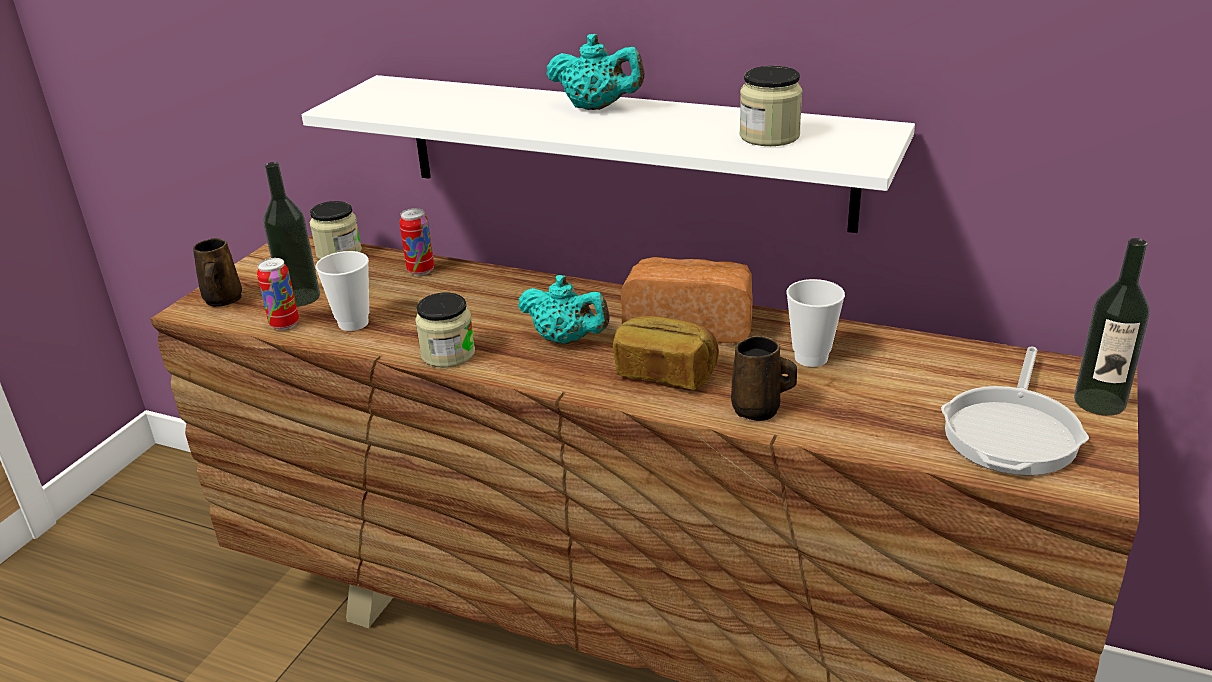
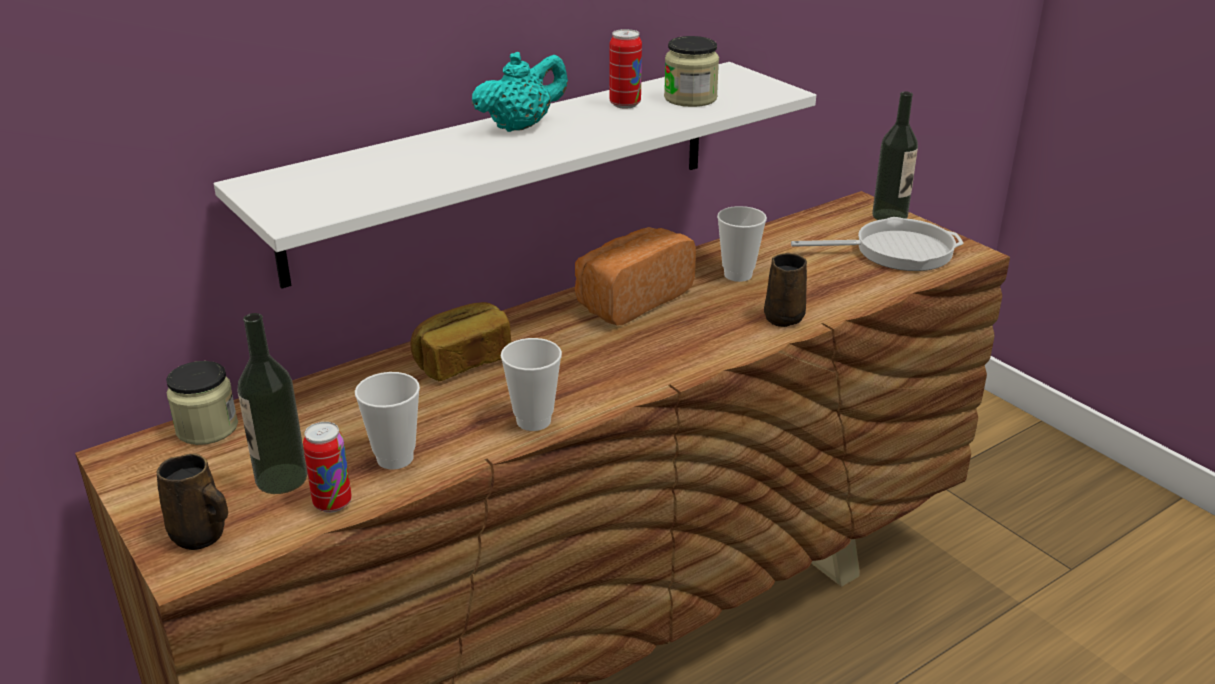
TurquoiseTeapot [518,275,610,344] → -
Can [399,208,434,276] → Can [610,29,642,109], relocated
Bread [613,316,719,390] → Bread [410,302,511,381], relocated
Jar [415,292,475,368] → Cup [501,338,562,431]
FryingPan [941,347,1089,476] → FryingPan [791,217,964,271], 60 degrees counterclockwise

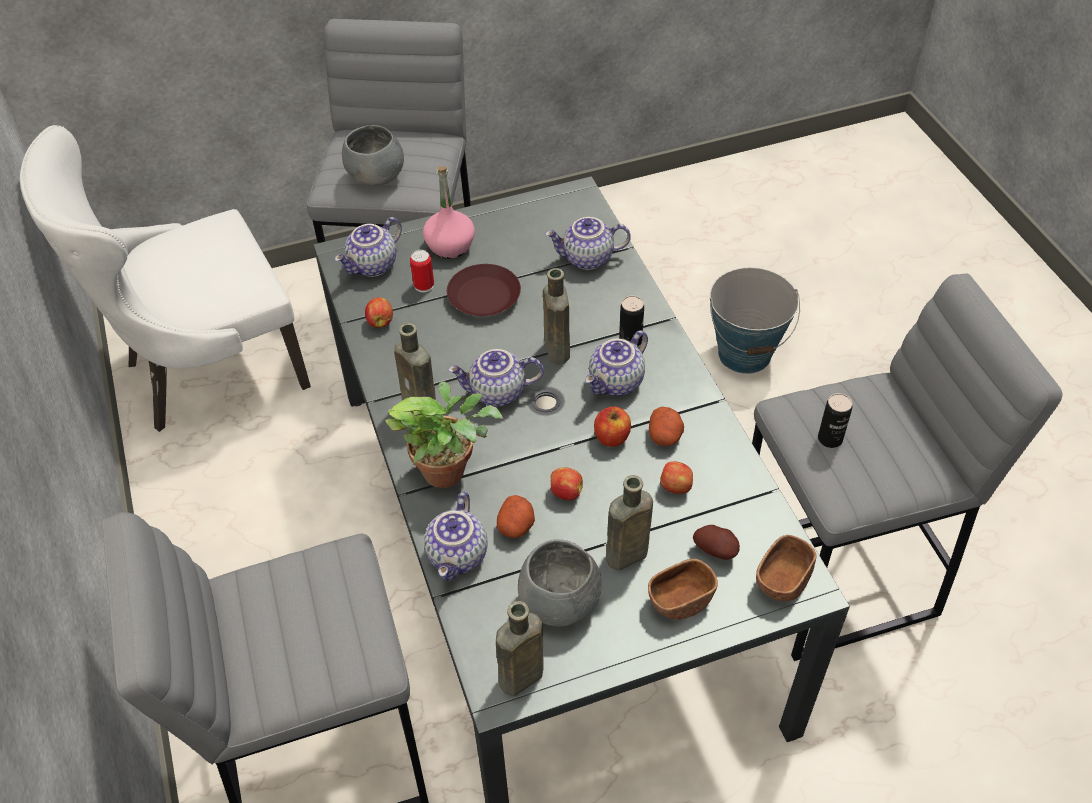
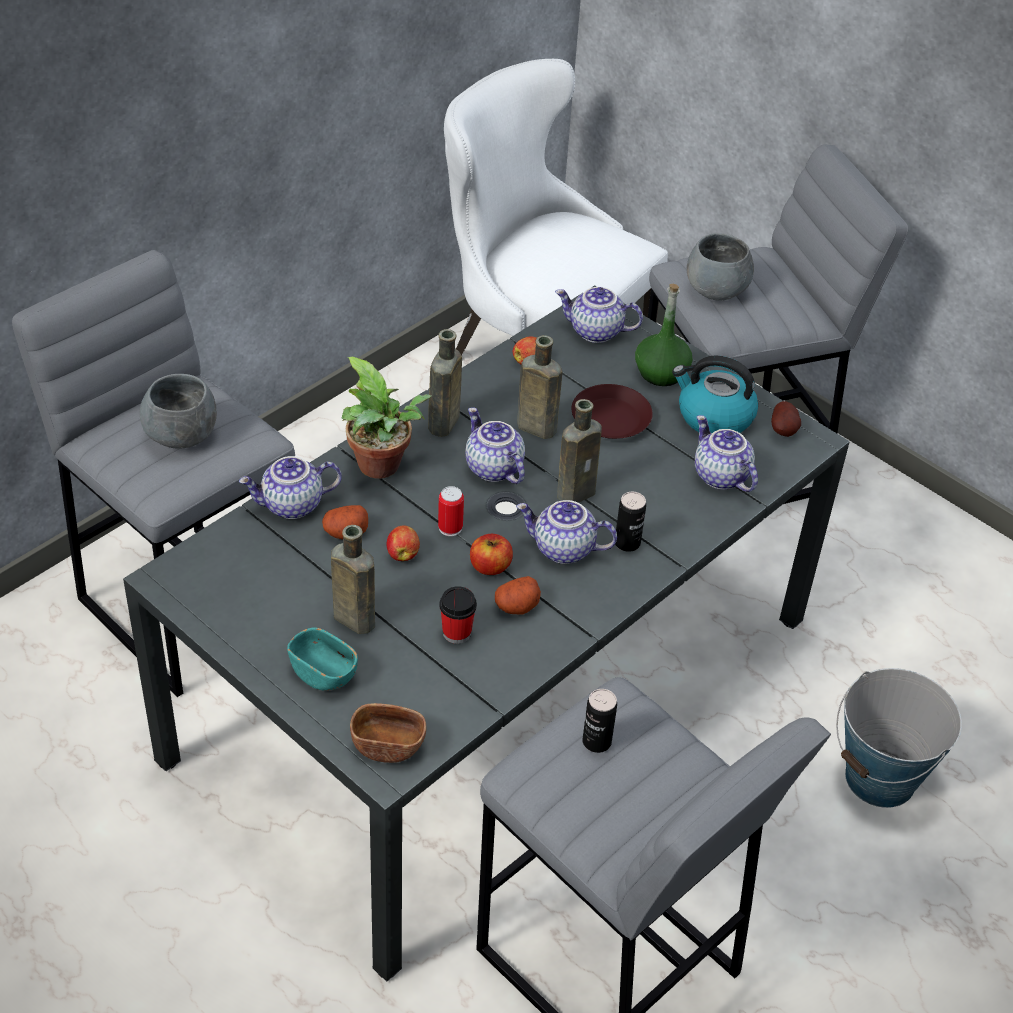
- → Kettle [672,355,758,433]
Can [410,250,434,292] → Can [438,486,464,536], relocated
BrownBottle [496,601,544,696] → BrownBottle [517,335,562,439], relocated
GreyBowl [518,539,602,626] → GreyBowl [140,374,217,448], relocated
Potato [693,525,740,560] → Potato [771,401,801,437], relocated
Apple [660,461,693,494] → Cup [439,586,477,644]
PinkBottle [423,166,475,259] → GreenBottle [635,284,692,386]
BrownBowl [648,559,718,620] → TurquoiseBowl [287,627,358,691]

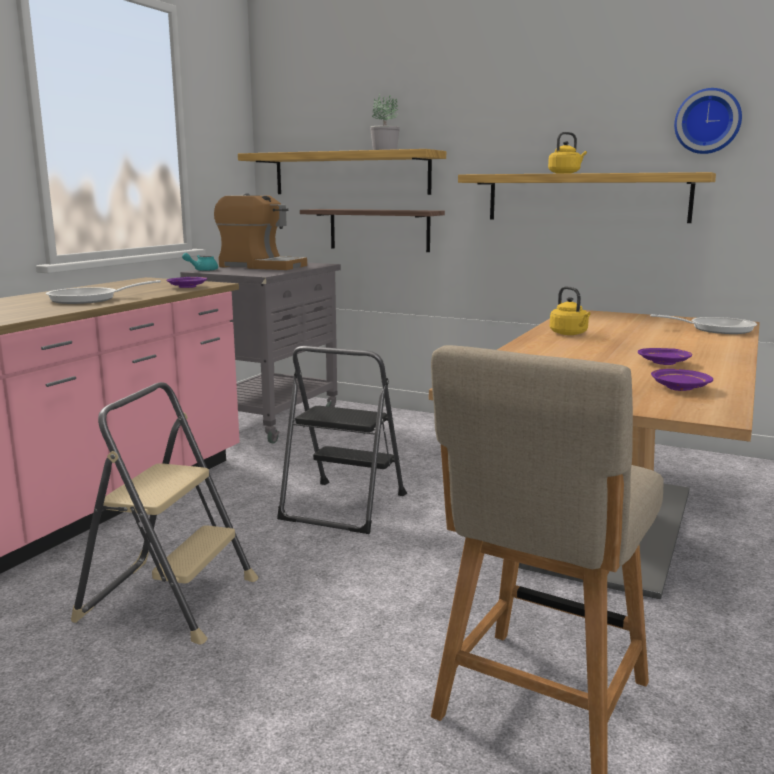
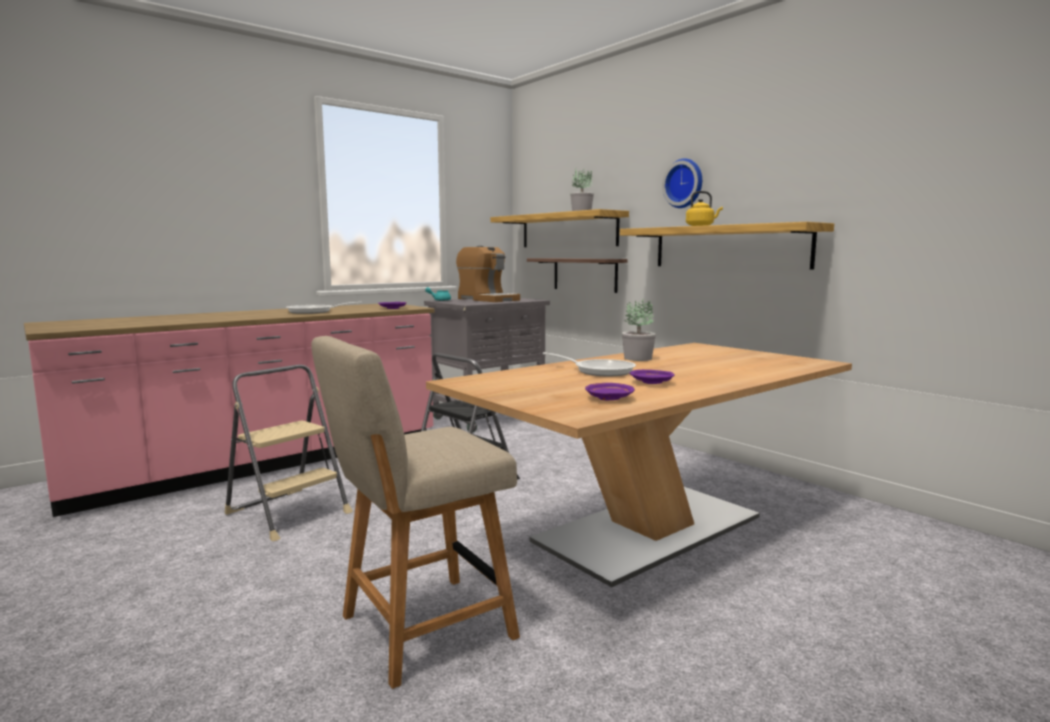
FryingPan [650,314,757,334] → FryingPan [542,352,636,376], relocated
WallClock [674,88,742,154] → WallClock [662,159,702,208], relocated
YellowKettle [550,286,590,335] → PottedPlant [622,299,656,361]

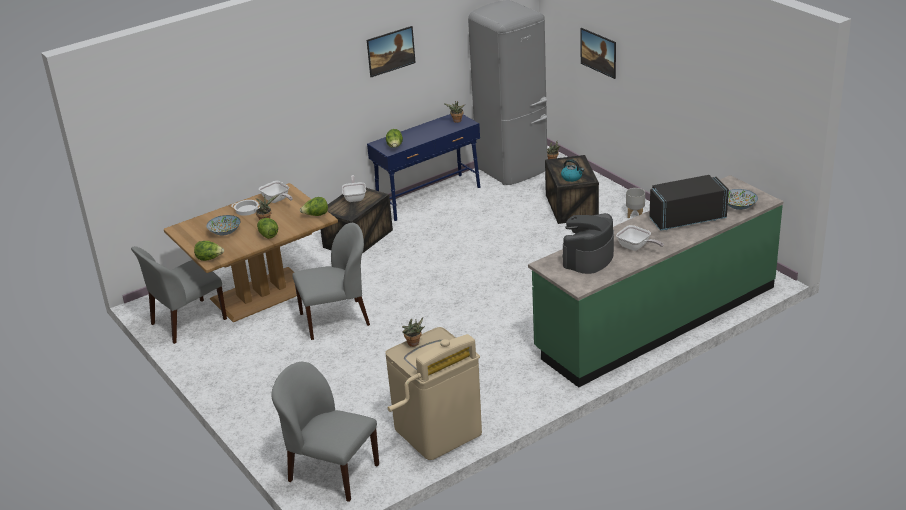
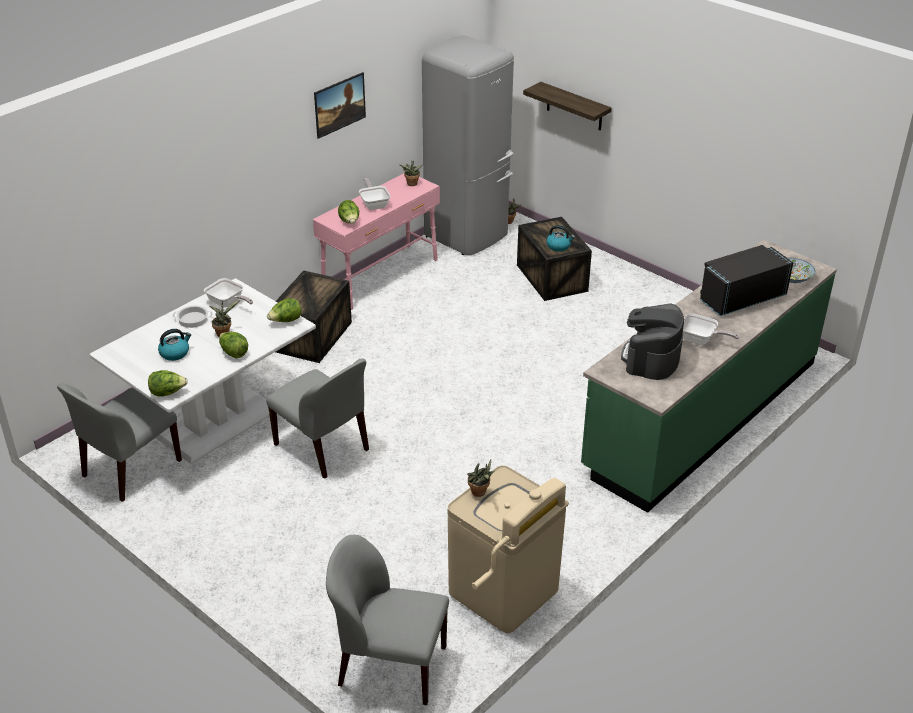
GreyPlanter [626,188,645,218] → -
FryingPan [342,175,366,202] → FryingPan [359,178,391,210], relocated
Bowl [207,215,241,235] → Kettle [158,329,191,361]
Picture [580,28,616,79] → Shelf [523,82,612,130]
BrownDiningTable [164,183,338,322] → WhiteDiningTable [90,278,316,464]
BlueConsoleTable [367,114,480,221] → PinkConsoleTable [313,173,440,310]
GreyChair [292,223,370,340] → GreyChair [266,358,369,479], 75 degrees clockwise

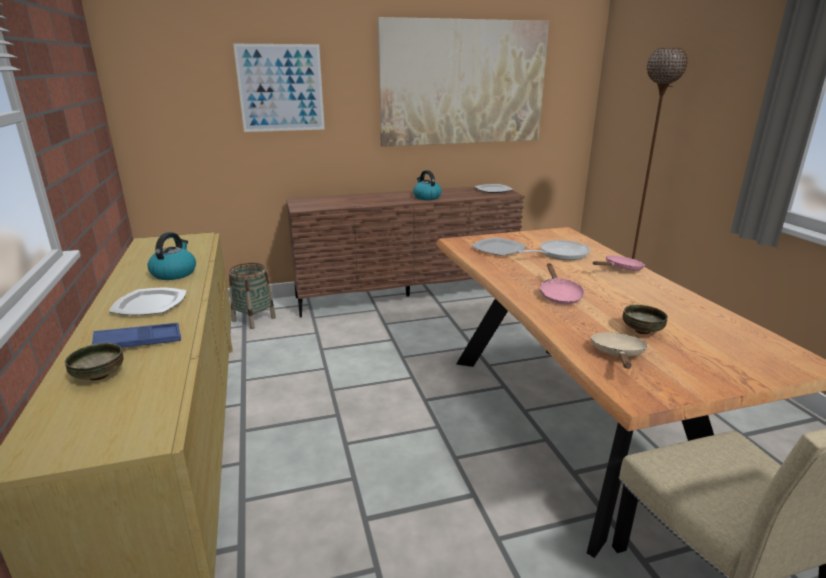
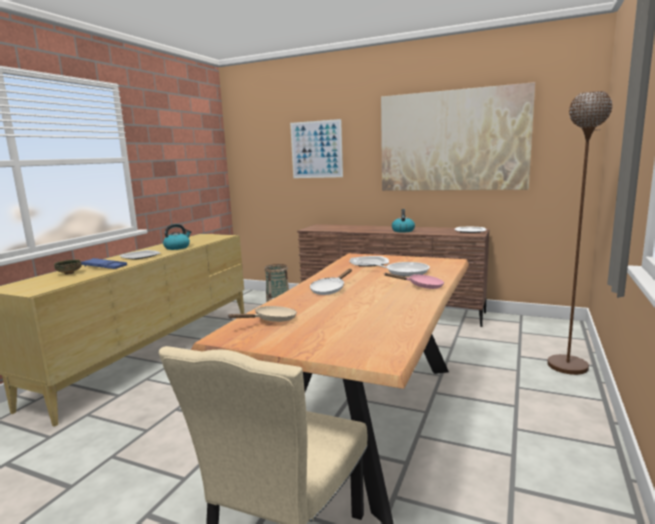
Bowl [622,305,668,334] → -
PinkFryingPan [540,263,584,305] → WhiteFryingPan [310,269,352,295]

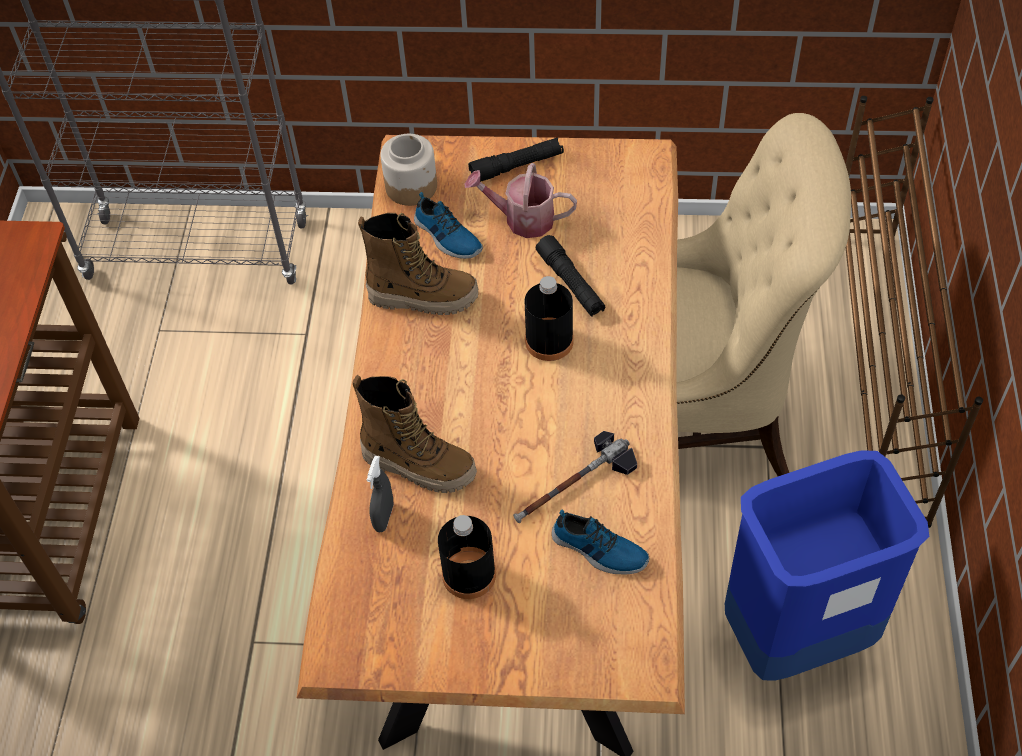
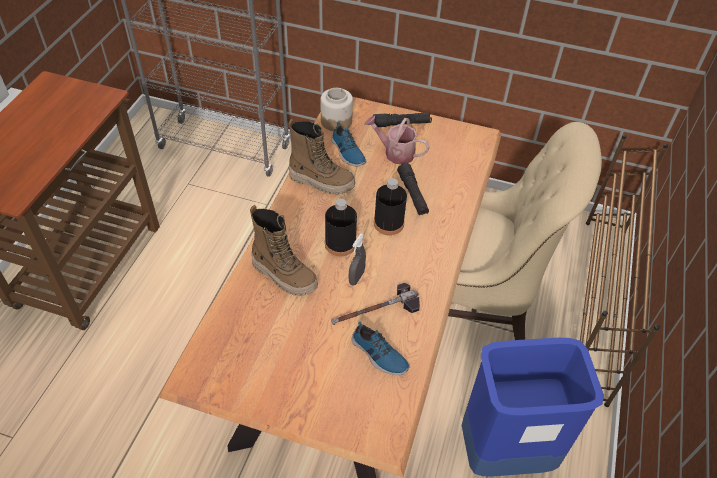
GreySprayBottle [367,456,393,533] → GreySprayBottle [349,234,366,286], relocated
BlackBottle [438,515,496,599] → BlackBottle [325,199,357,256], relocated

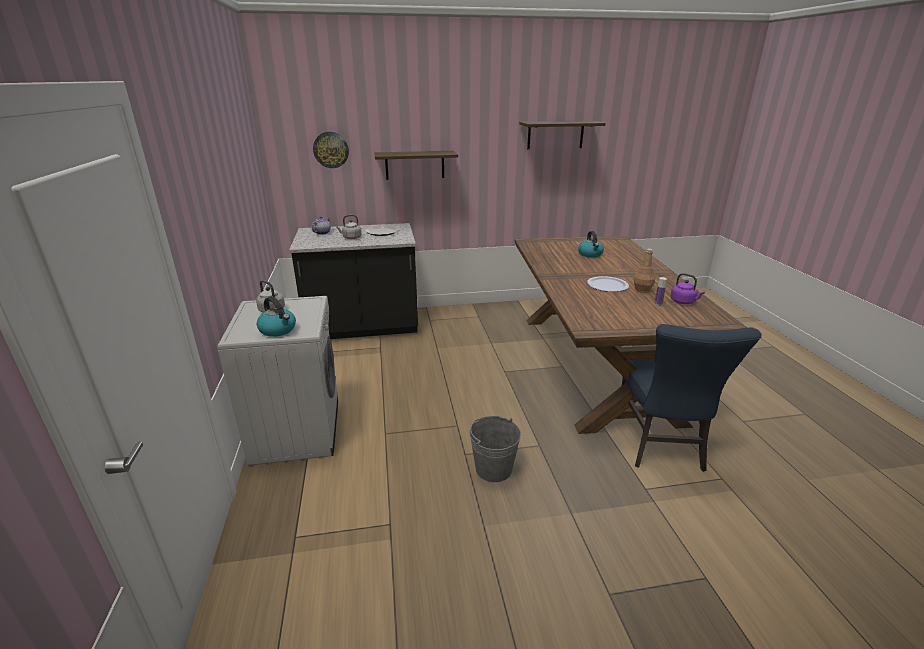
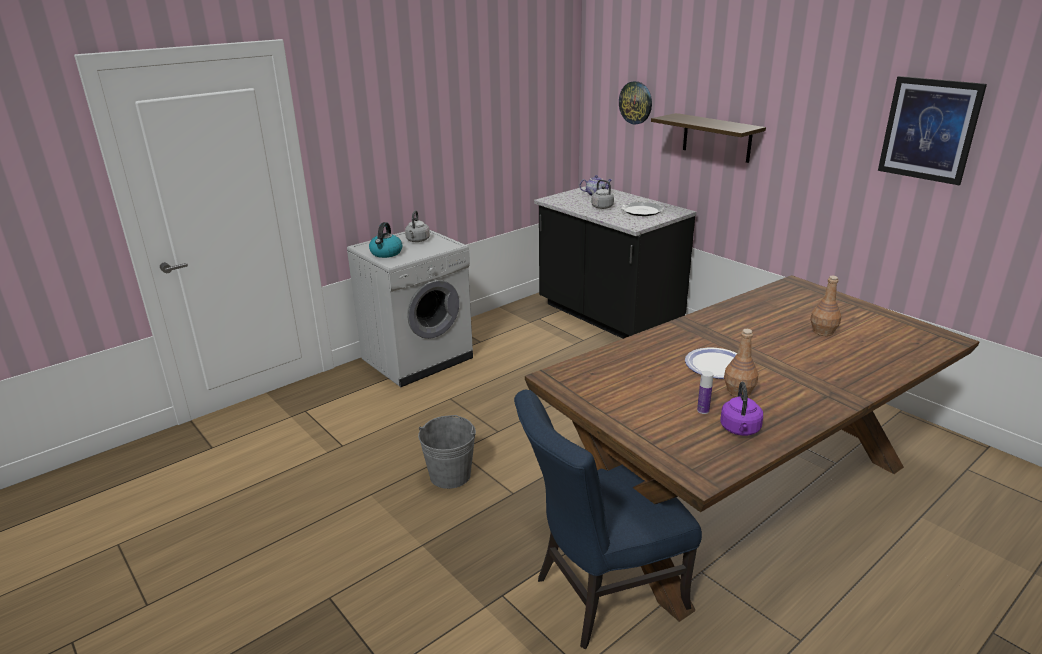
Shelf [519,121,605,149] → Picture [878,76,987,185]
Kettle [578,231,604,258] → BrownBottle [810,276,841,336]

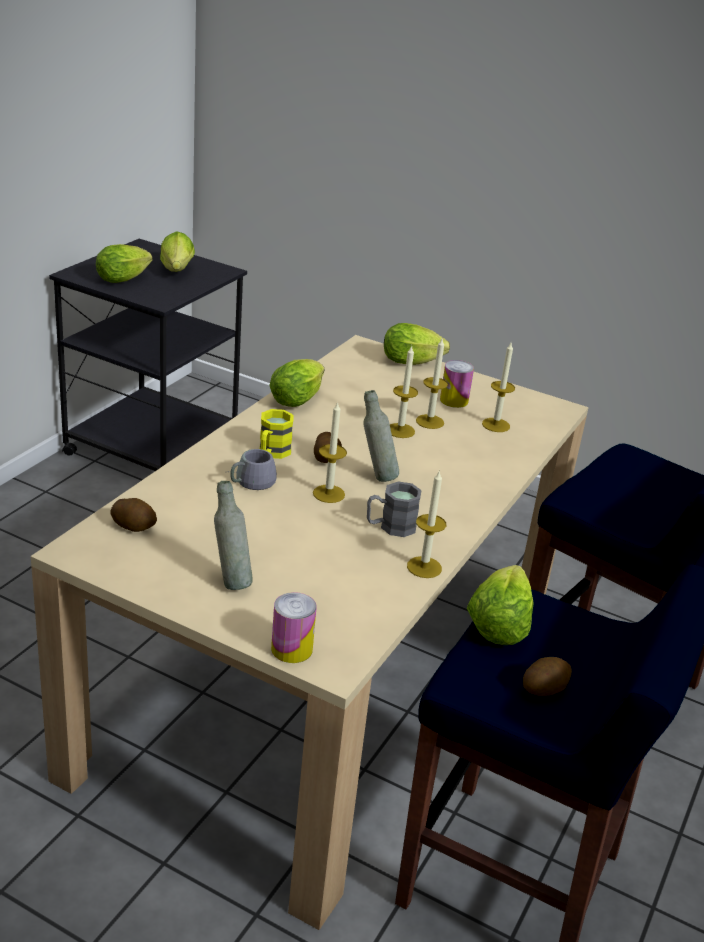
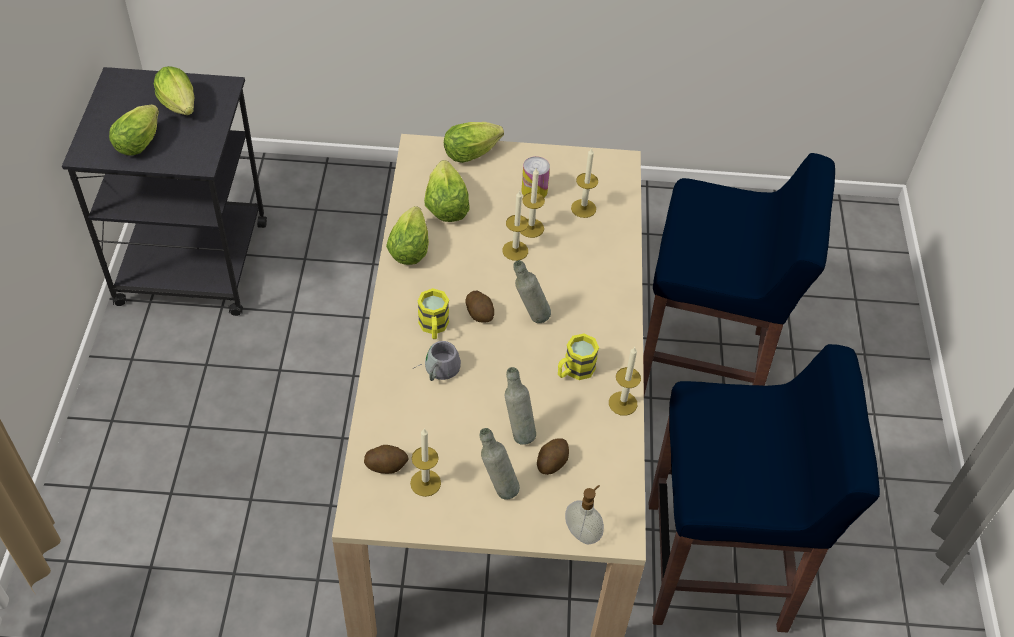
- → GreyBottle [505,367,536,445]
Candle [313,401,347,503] → Candle [410,428,441,497], relocated
Lettuce [467,565,534,645] → Lettuce [424,160,470,222], relocated
Potato [523,657,572,696] → Potato [537,438,569,475], relocated
Can [271,592,317,663] → SoapDispenser [565,485,604,544]
GreyMug [367,481,422,537] → YellowMug [558,333,599,380]

